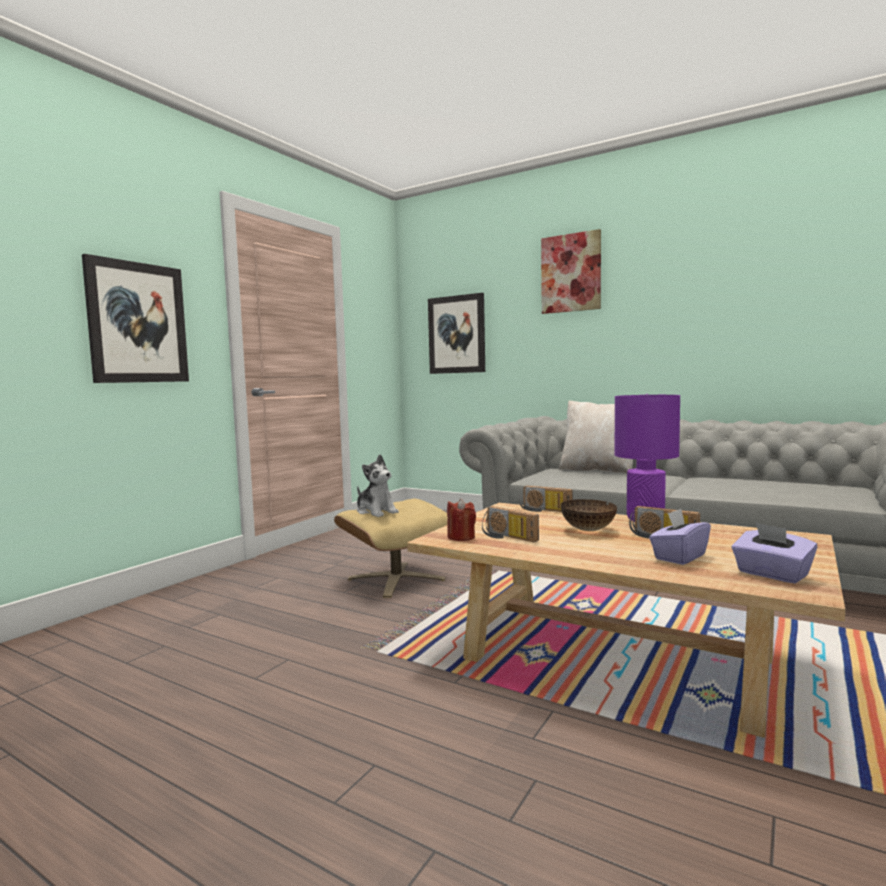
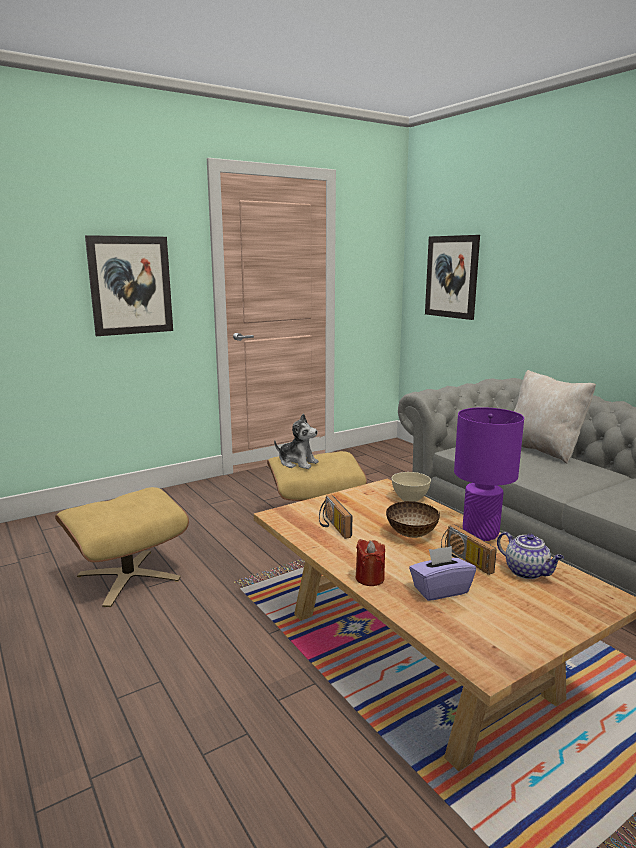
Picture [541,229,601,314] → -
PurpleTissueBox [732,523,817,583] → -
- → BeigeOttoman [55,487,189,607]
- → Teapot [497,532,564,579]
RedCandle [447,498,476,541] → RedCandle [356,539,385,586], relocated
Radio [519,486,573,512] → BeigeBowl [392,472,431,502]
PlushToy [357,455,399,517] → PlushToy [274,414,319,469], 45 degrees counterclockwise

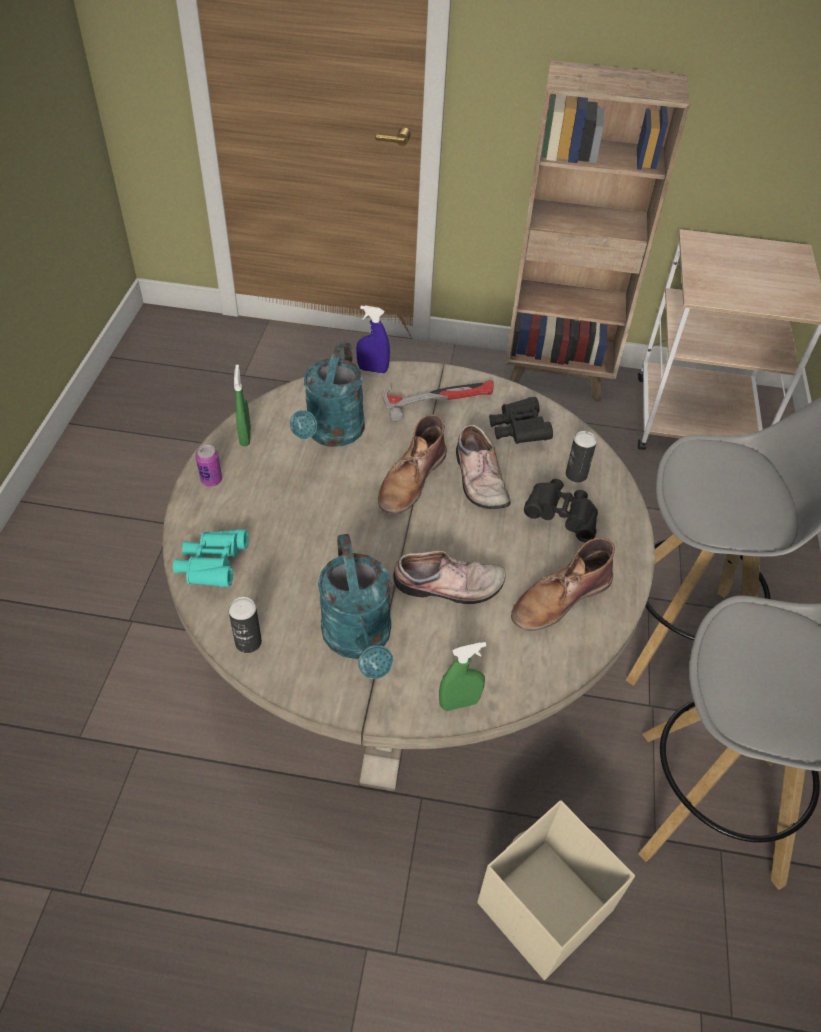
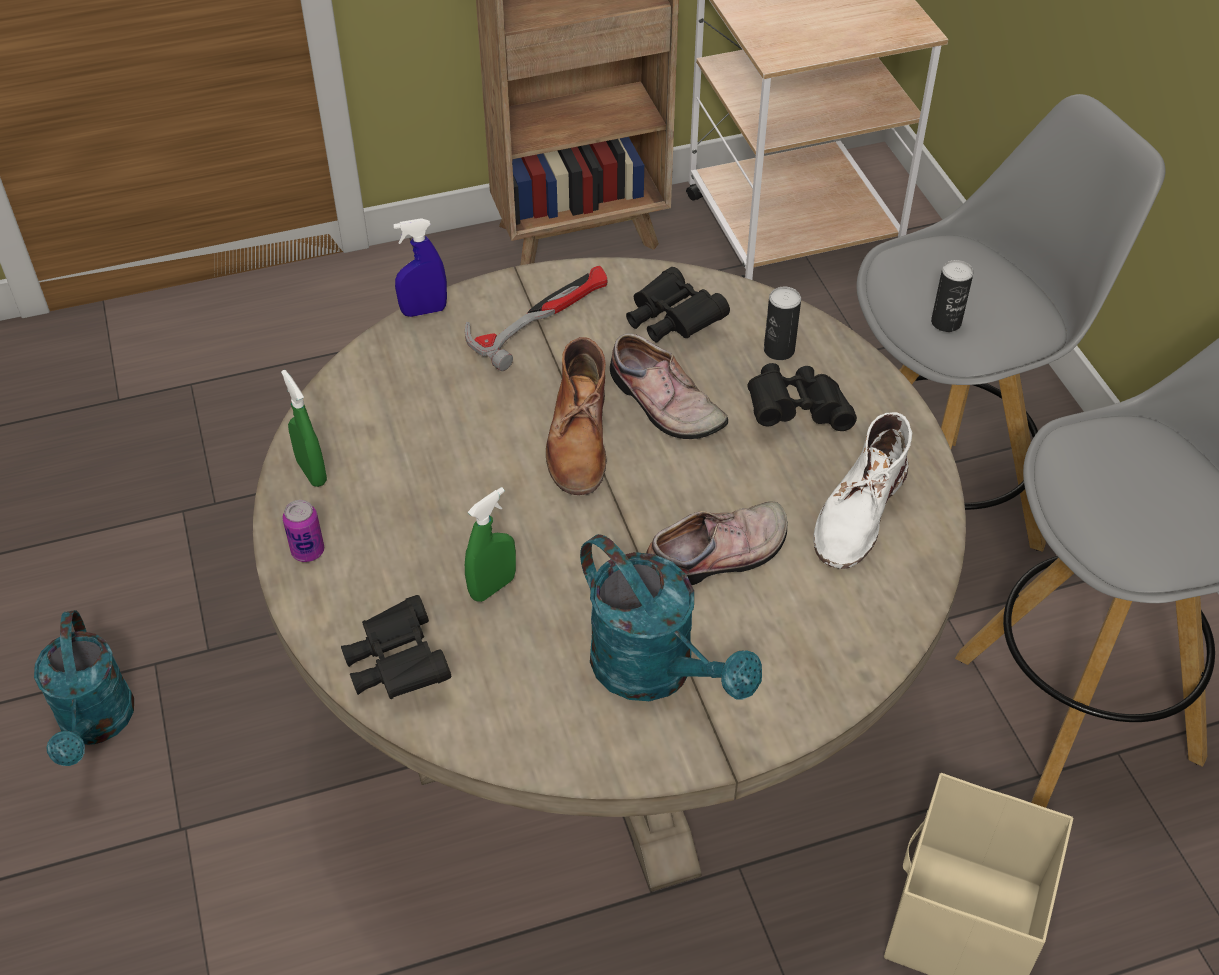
Can [228,597,262,653] → Can [931,260,973,332], relocated
TurquoiseWateringCan [290,342,365,447] → TurquoiseWateringCan [34,610,134,766], relocated
GreenSprayBottle [439,642,486,711] → GreenSprayBottle [465,487,516,602], relocated
TurquoiseBinoculars [173,529,249,587] → BlackBinoculars [341,595,451,699]
BrownBoot [511,538,615,631] → WhiteBoot [813,412,913,569]

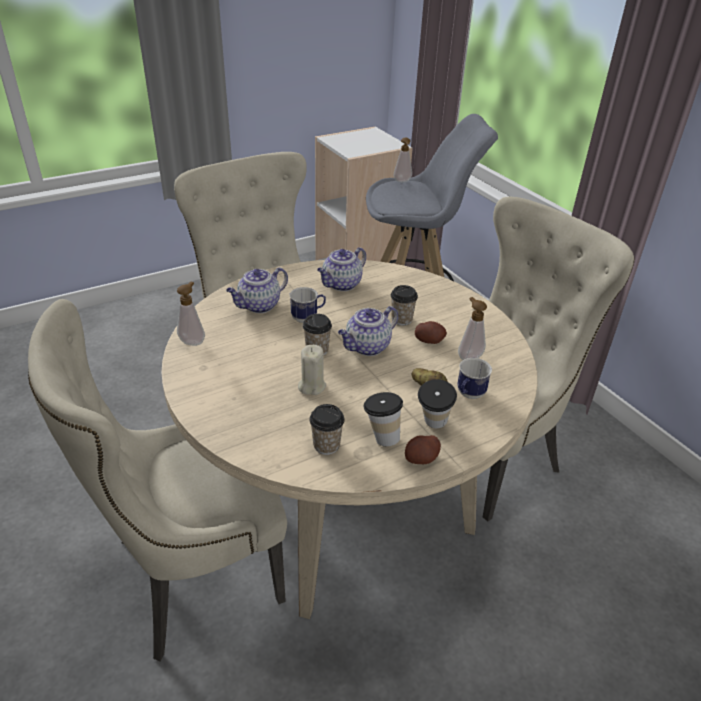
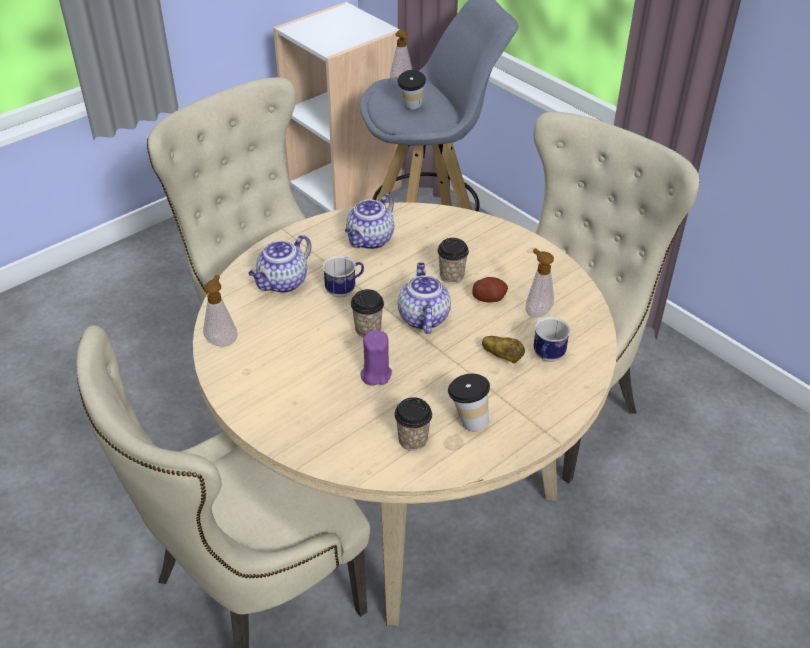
Potato [405,435,441,464] → -
Cup [418,379,457,428] → Cup [397,70,426,109], relocated
BeigeCandle [298,345,326,395] → PurpleCandle [360,330,392,385]
Teapot [338,306,398,356] → Teapot [398,262,451,334], 135 degrees clockwise

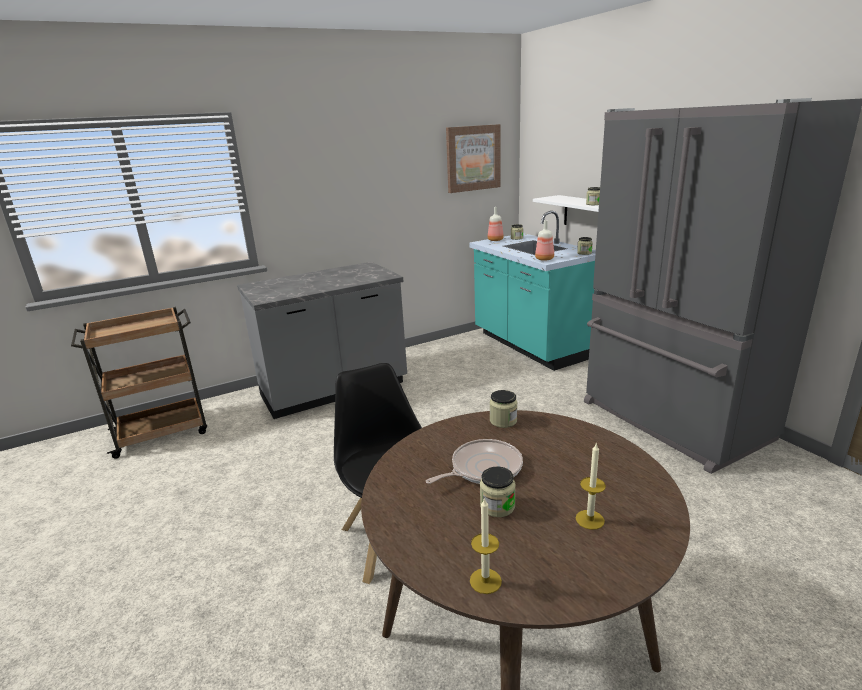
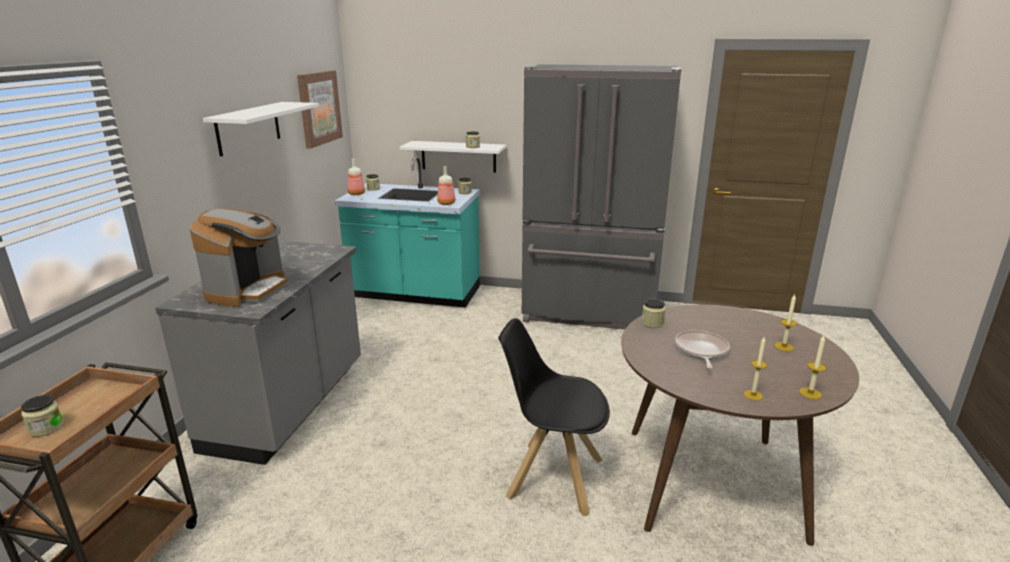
- → CoffeeMachine [190,208,288,307]
- → WhiteShelf [203,102,319,157]
- → Candle [744,337,767,400]
Jar [480,467,516,517] → Jar [21,395,64,437], relocated

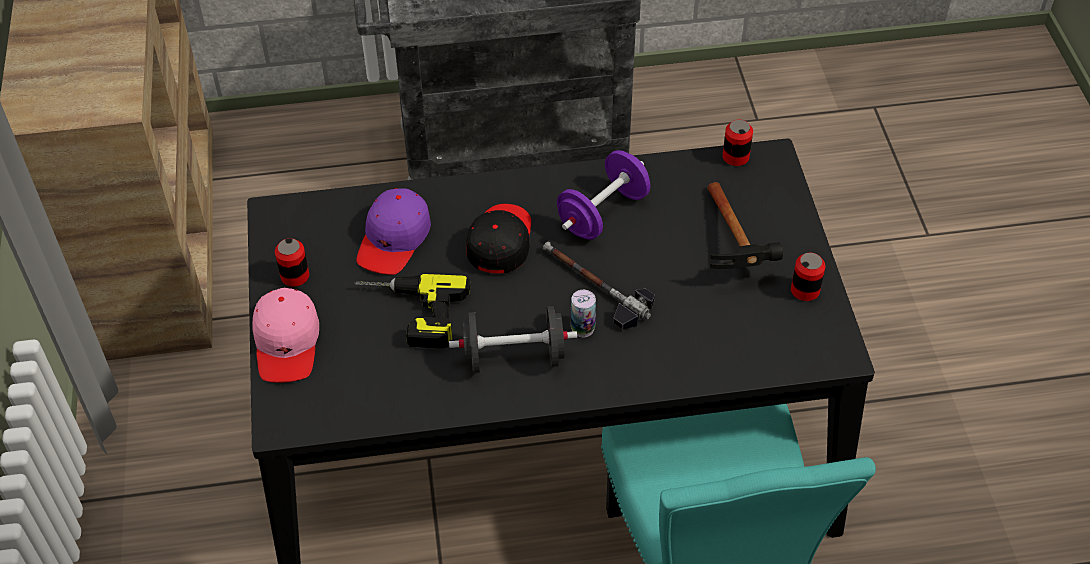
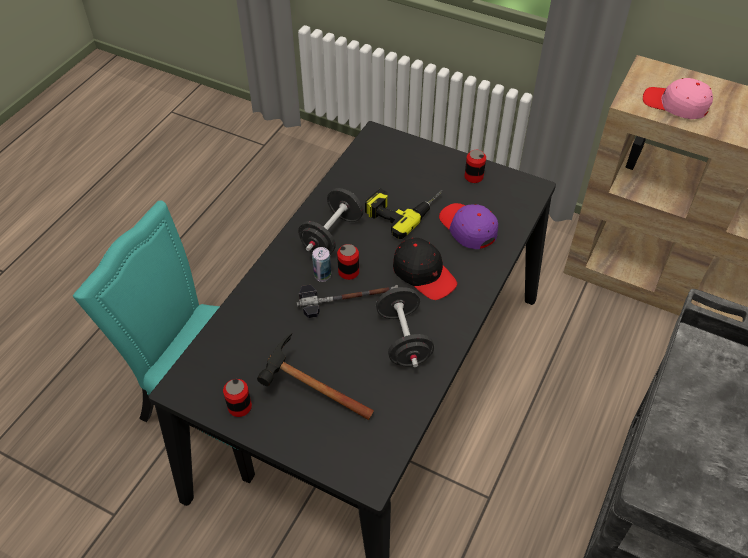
PinkCap [252,288,319,383] → PinkCap [643,78,713,119], relocated
Can [723,120,753,166] → Can [337,244,359,280], relocated
PurpleDumbbell [557,150,650,240] → BlackDumbbell [376,287,434,367]

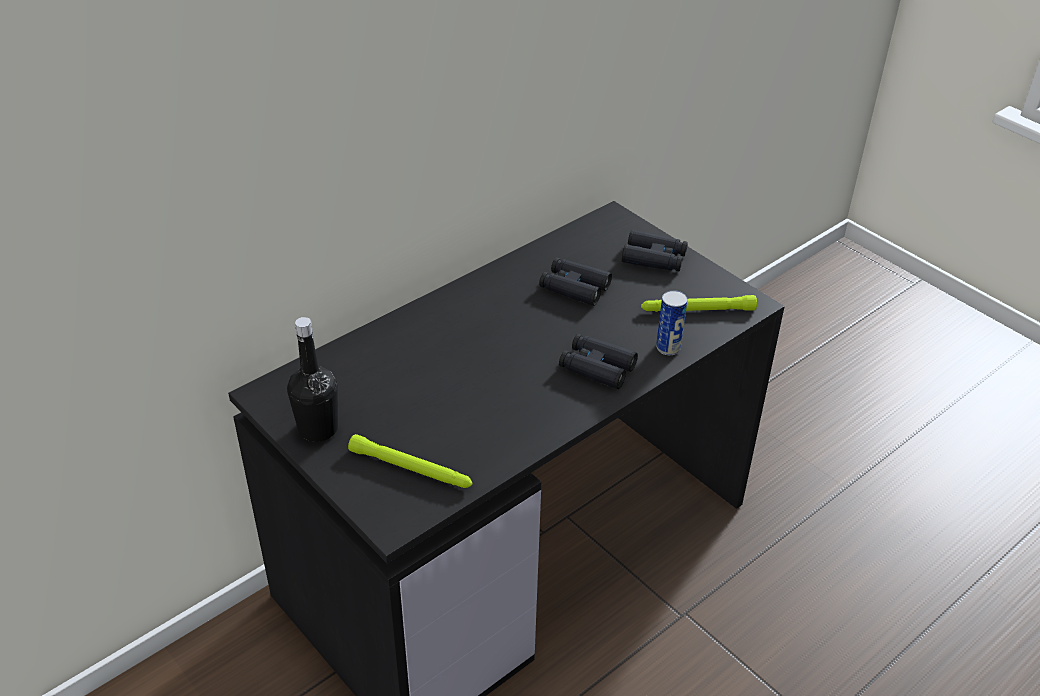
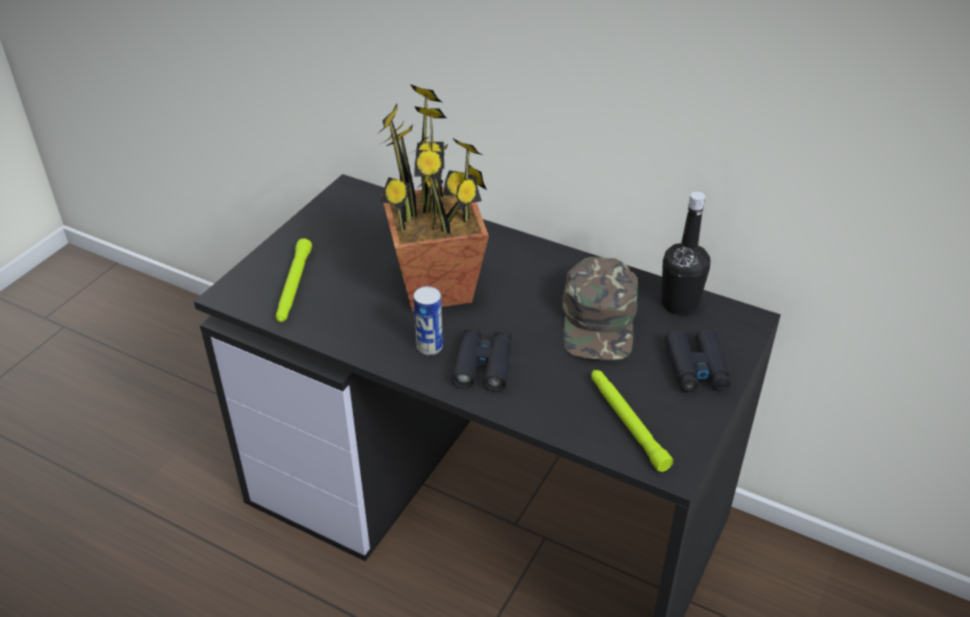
- → PottedPlant [379,84,489,311]
BlackBottle [287,317,338,442] → BlackBottle [661,192,710,315], relocated
Can [656,290,688,355] → Can [414,286,443,356], relocated
BlackBinoculars [539,258,612,306] → GreenCap [562,257,638,360]

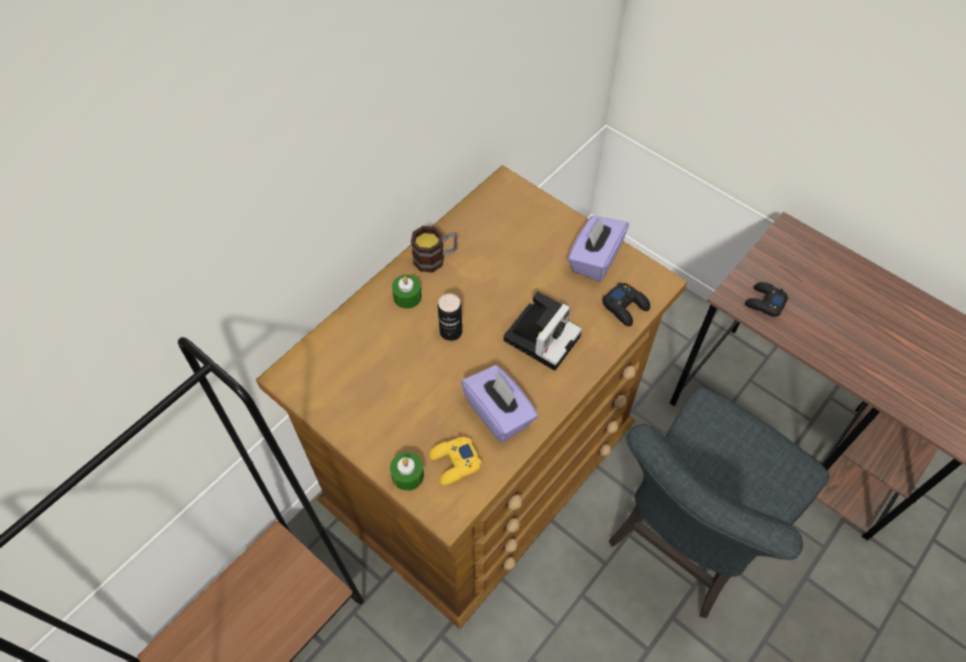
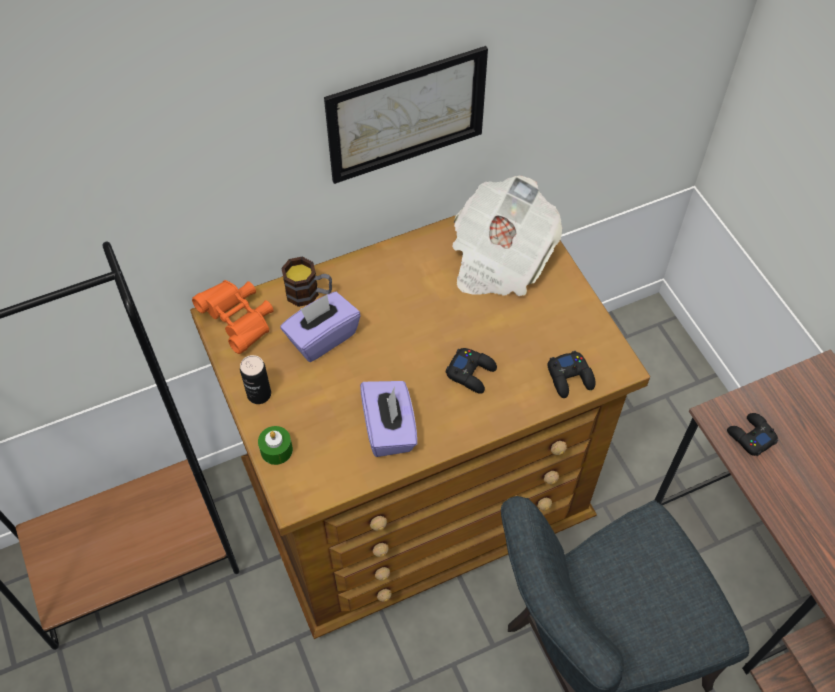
GreenCandle [392,275,422,309] → -
YellowGameController [429,437,482,485] → -
- → OrangeBinoculars [192,280,274,354]
- → Picture [324,46,488,184]
- → Newspaper [452,176,562,296]
Mug [411,226,457,273] → Mug [281,257,332,307], relocated
Can [438,294,462,341] → Can [240,355,271,404], relocated
PurpleTissueBox [568,215,629,282] → PurpleTissueBox [280,292,361,362], relocated
PhotoCamera [503,291,582,371] → BlackGameController [446,348,497,394]

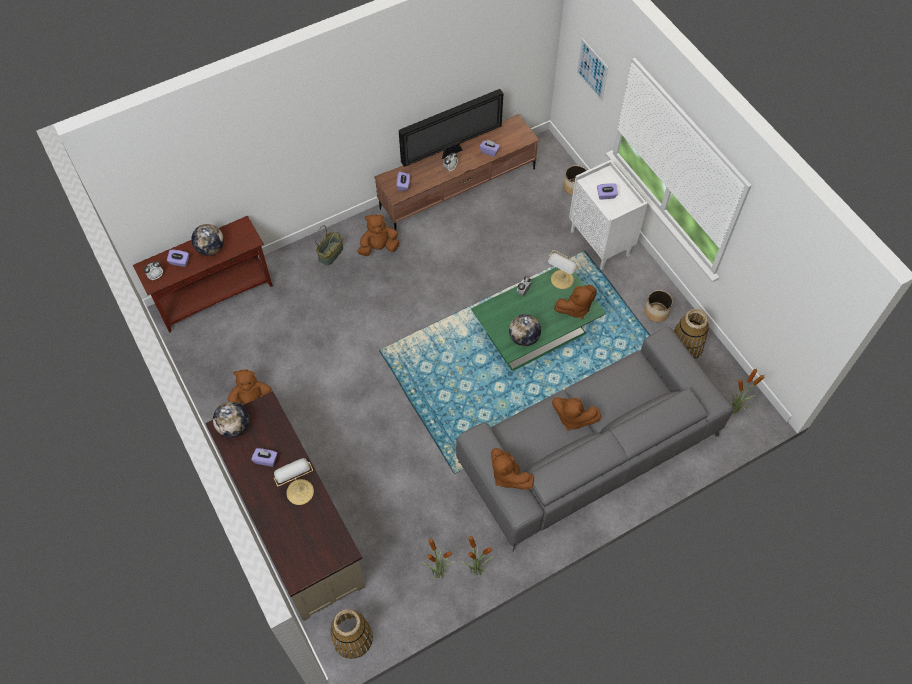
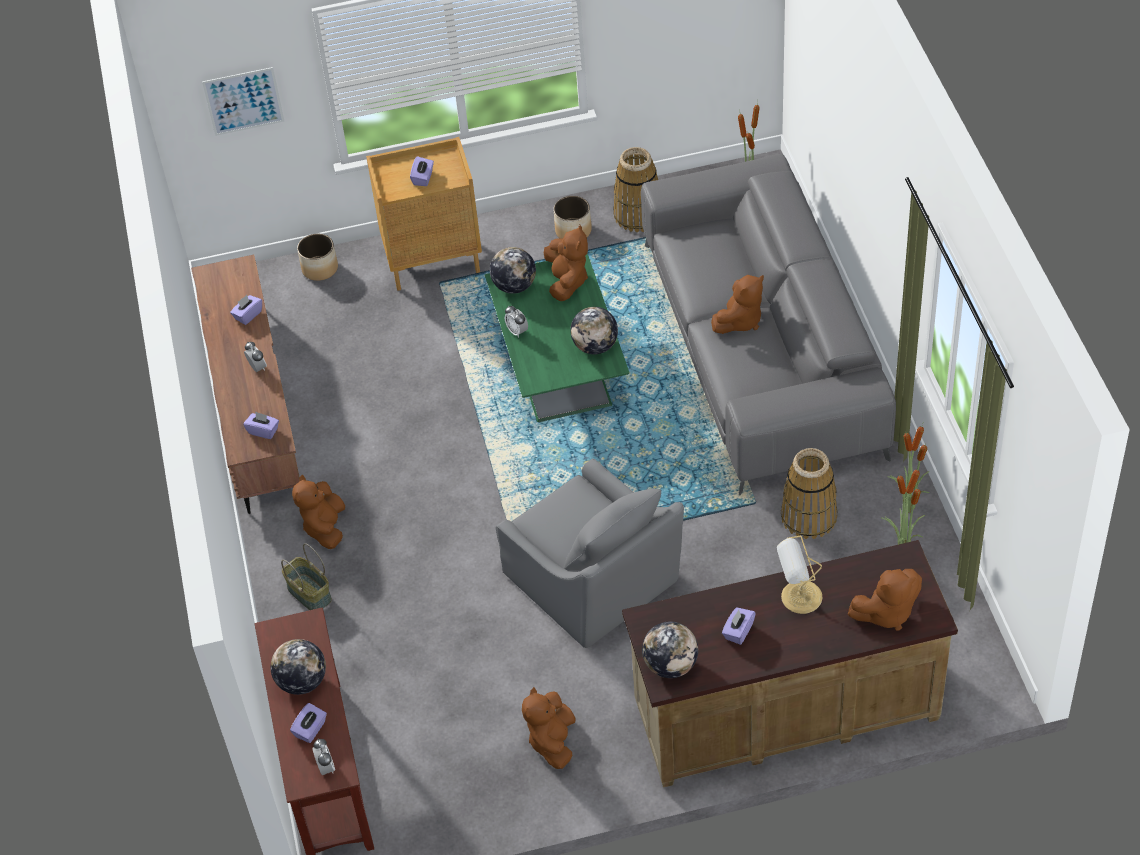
Television [399,89,503,167] → -
- → GreyArmchair [496,458,684,648]
Basket [331,609,373,659] → Basket [781,448,838,539], relocated
BrownPlushToy [491,448,534,490] → BrownPlushToy [848,569,922,631], relocated
TableLamp [548,250,581,289] → Globe [490,247,536,294]
WhiteCabinet [569,160,648,270] → BrownCabinet [366,137,482,291]

